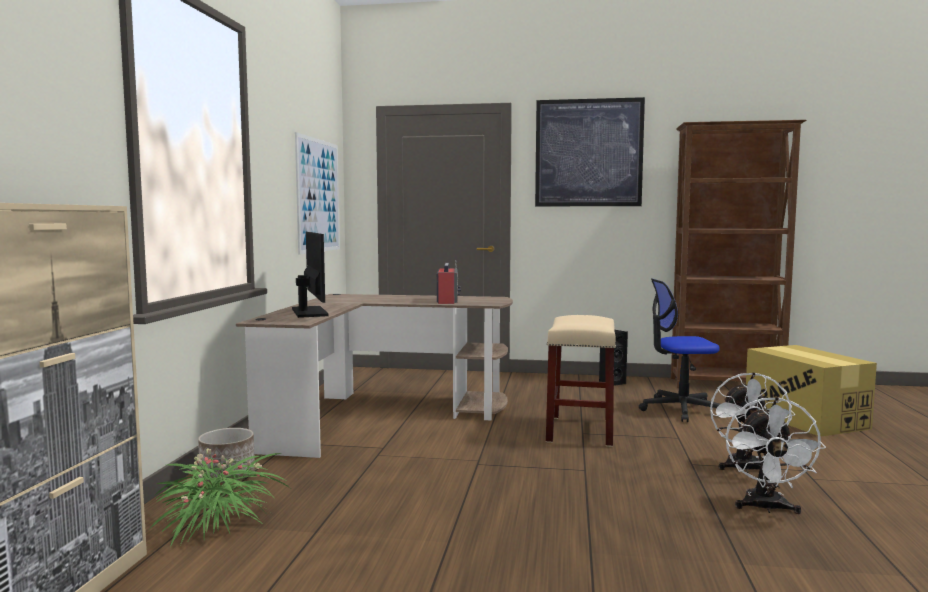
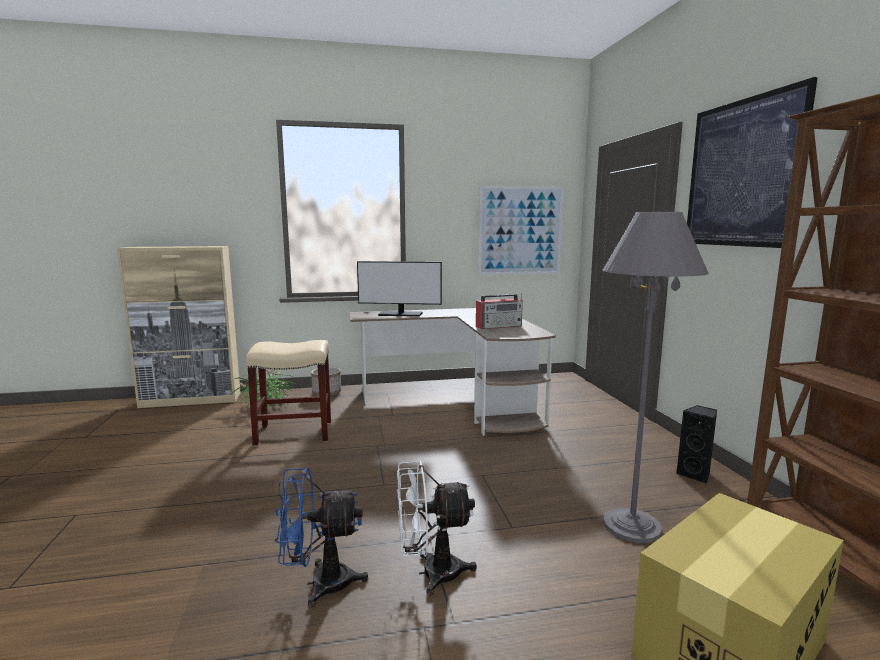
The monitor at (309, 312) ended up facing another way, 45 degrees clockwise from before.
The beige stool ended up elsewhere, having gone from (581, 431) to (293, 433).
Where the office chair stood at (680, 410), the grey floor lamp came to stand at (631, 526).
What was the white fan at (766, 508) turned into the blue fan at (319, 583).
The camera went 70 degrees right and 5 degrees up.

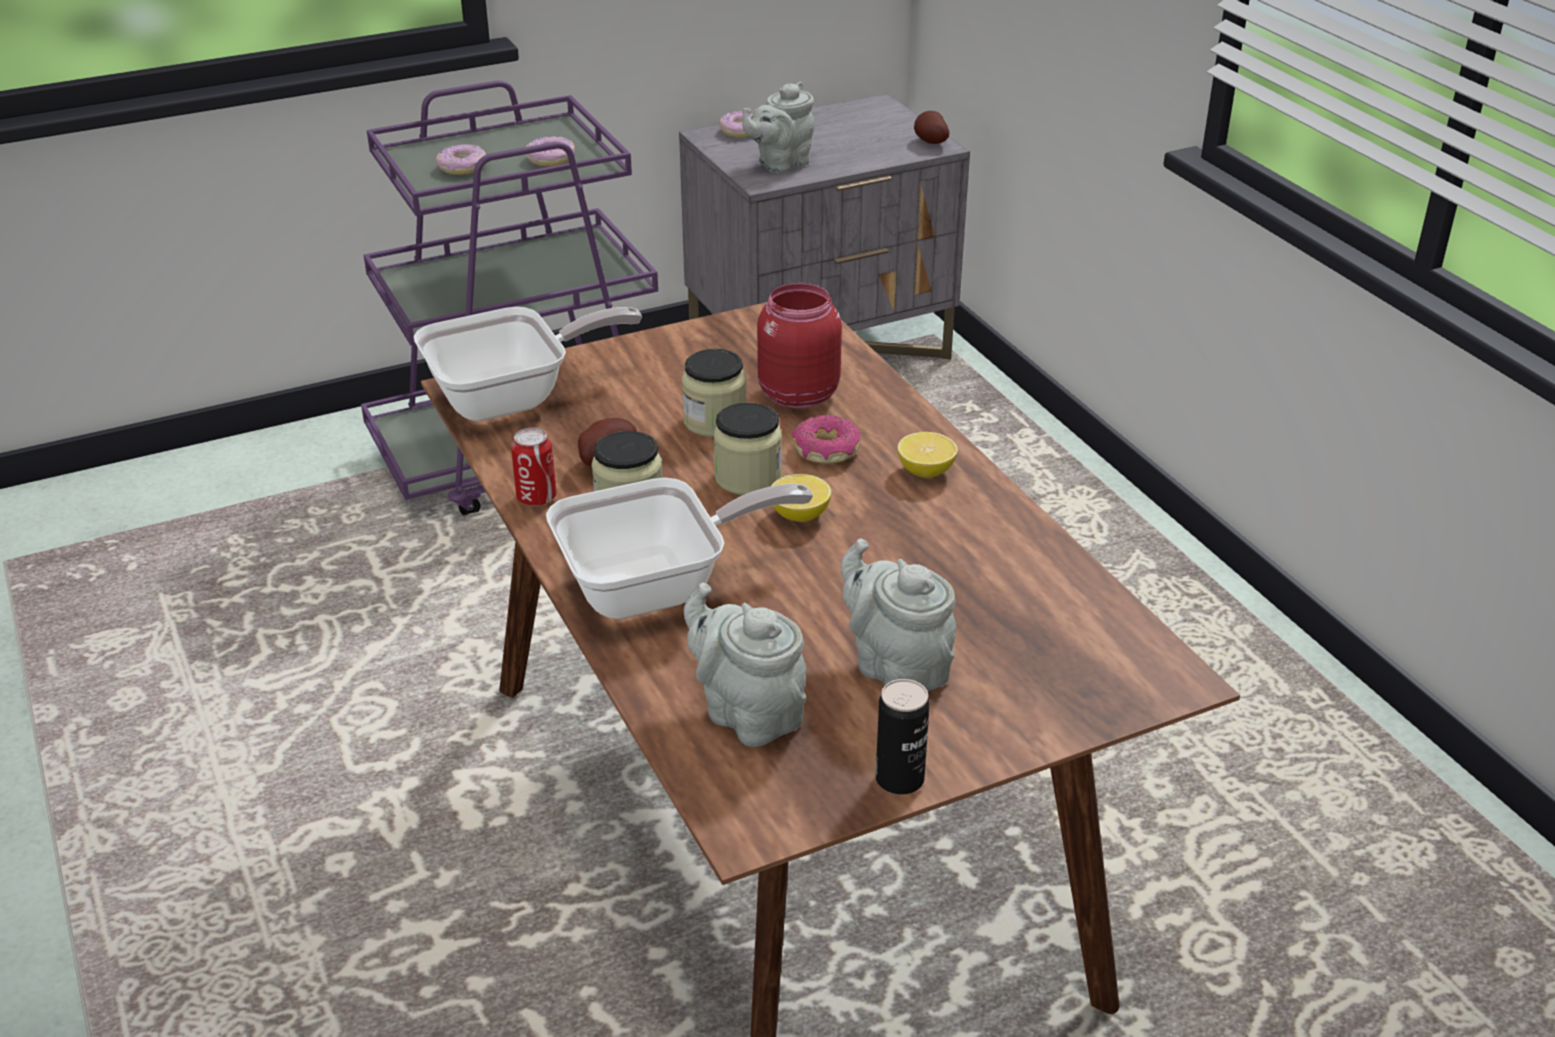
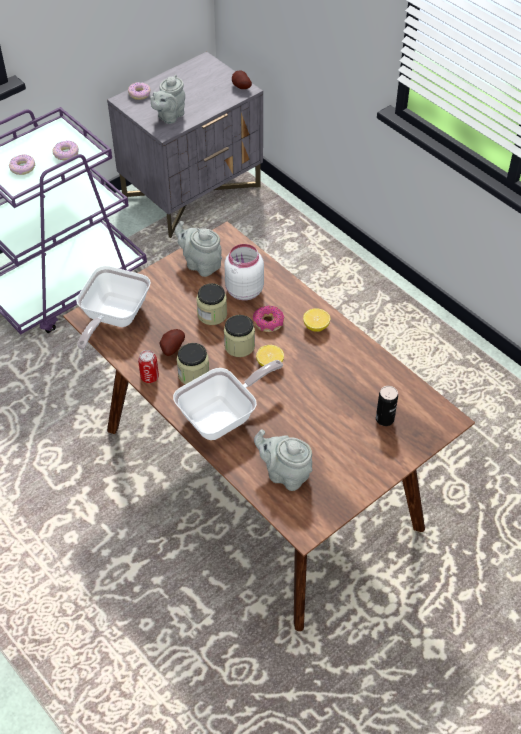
The frying pan at (513, 398) ended up facing another way, 150 degrees clockwise from before.
What was the red jar at (796, 394) turned into the white jar at (243, 290).
The grey teapot ended up elsewhere, having gone from (896, 667) to (201, 264).
The can ended up elsewhere, having gone from (899, 779) to (384, 419).
The camera went 15 degrees left and 15 degrees up.

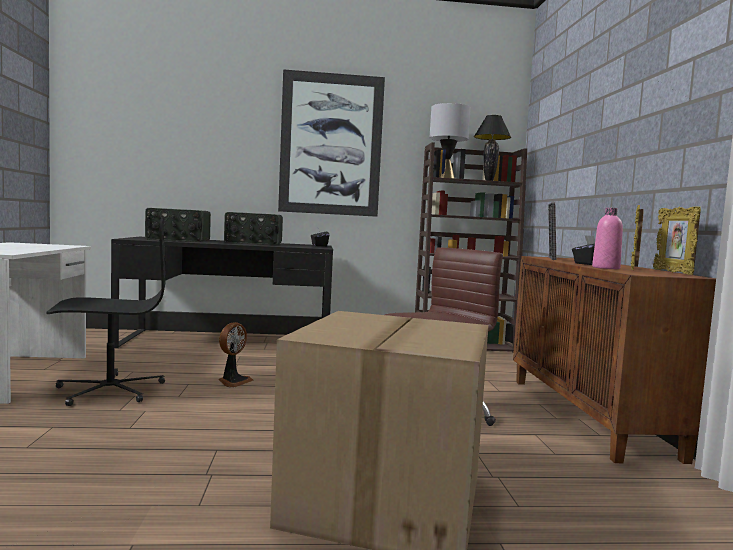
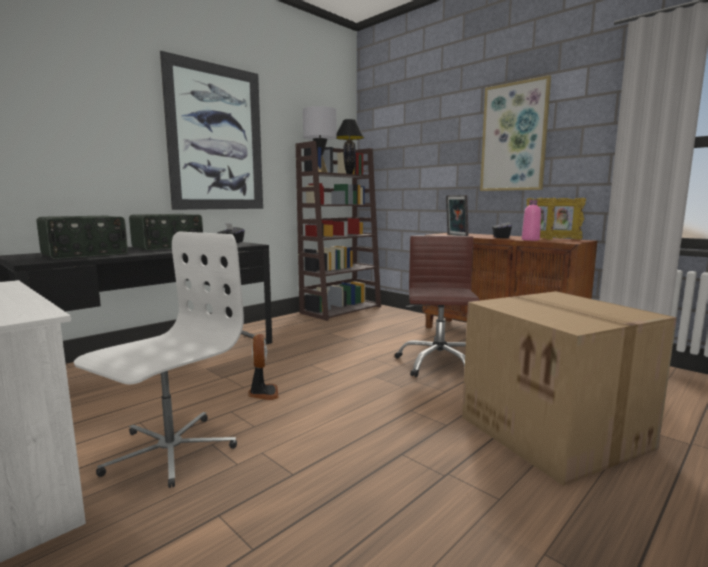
What was the black office chair at (109, 390) turned into the white office chair at (169, 450).
The second view gained the picture at (514, 137).
The camera went 40 degrees left and 5 degrees up.

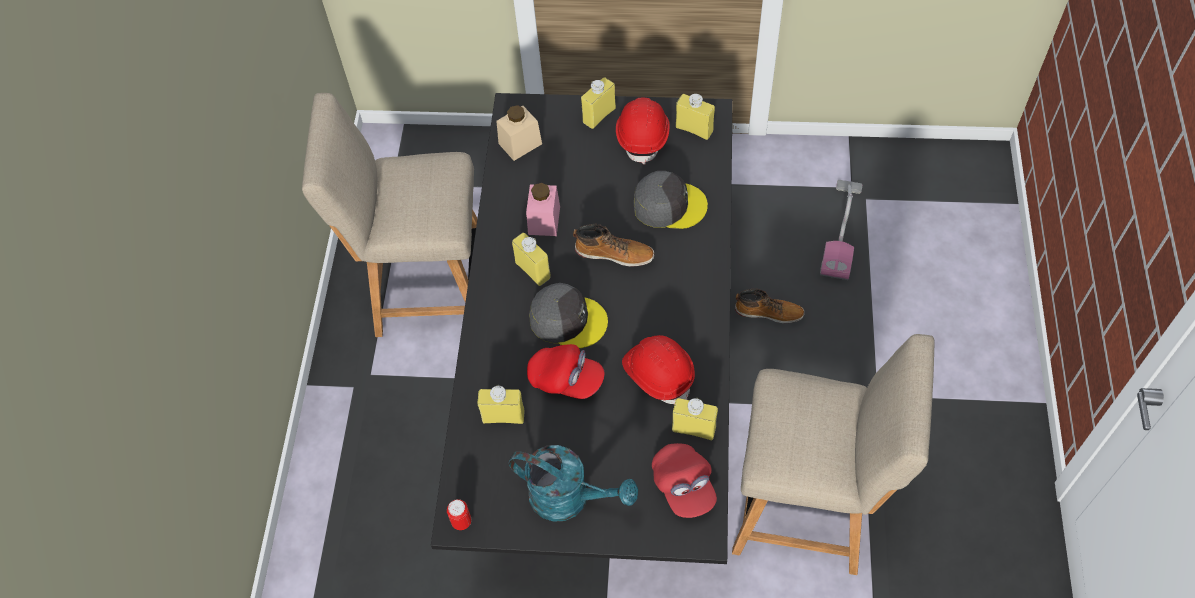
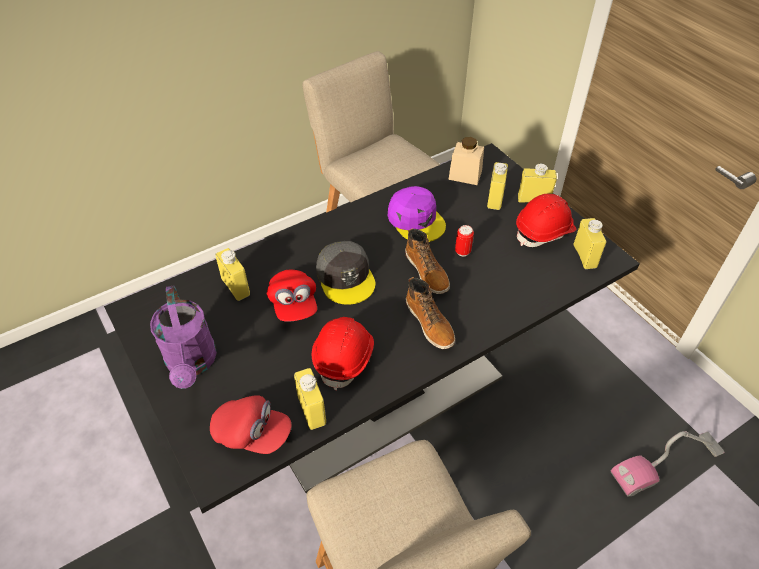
The can ended up elsewhere, having gone from (461, 522) to (462, 251).
What was the turquoise watering can at (570, 498) turned into the purple watering can at (192, 364).
The yellow bottle ended up elsewhere, having gone from (533, 270) to (495, 199).
Where the pink jar stood at (544, 220), the purple cap came to stand at (416, 220).
The second view lost the grey cap at (668, 205).
The red cap at (683, 486) ended up facing another way, 105 degrees counterclockwise from before.
The boot ended up elsewhere, having gone from (769, 312) to (430, 323).
The camera went 50 degrees right and 10 degrees down.

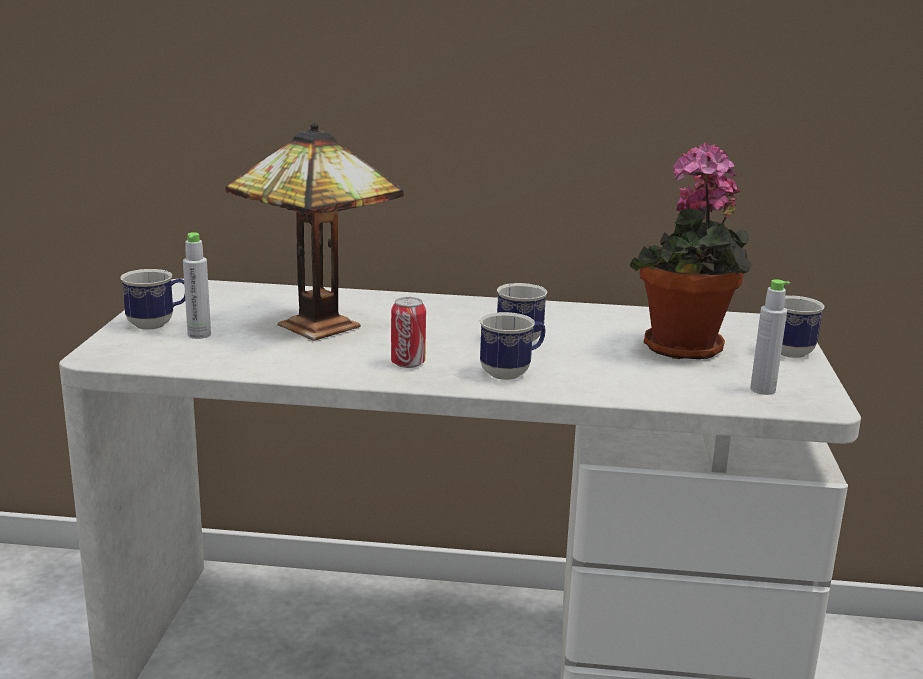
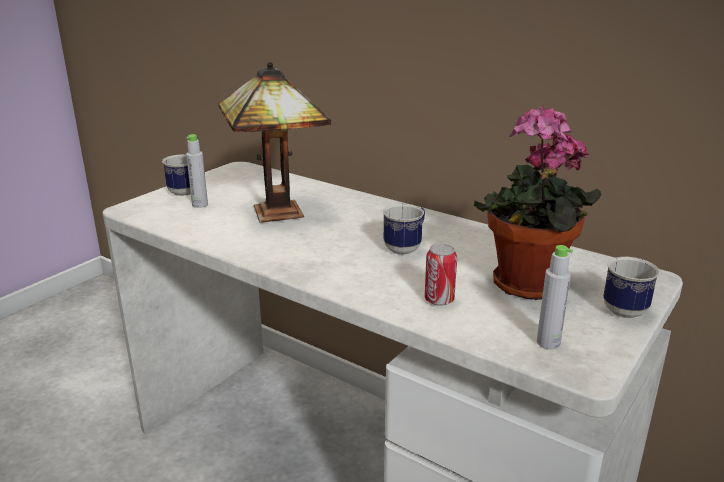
The can ended up elsewhere, having gone from (408, 363) to (439, 300).
The second view lost the mug at (512, 372).
The camera went 30 degrees right and 5 degrees up.

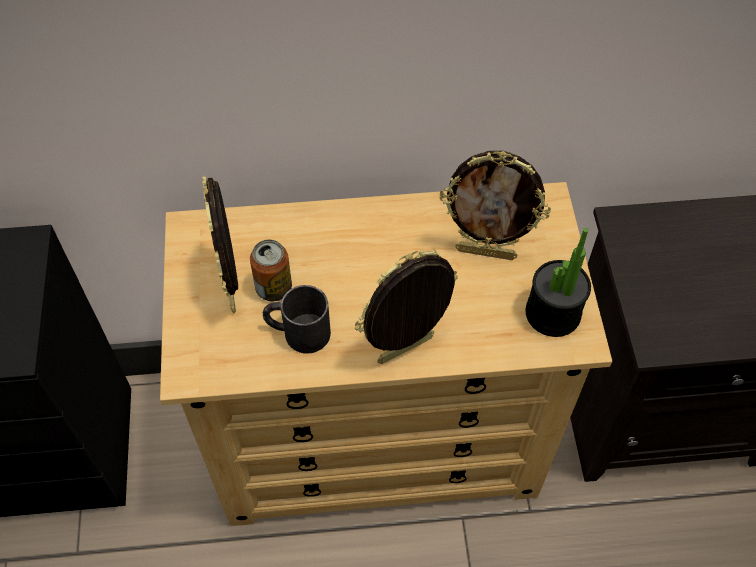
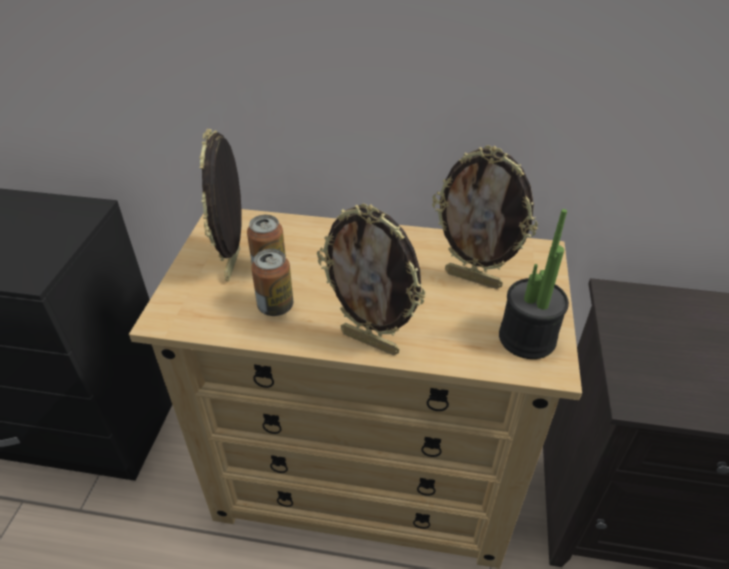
Where the black mug stood at (297, 332), the can came to stand at (275, 306).
The picture frame at (406, 352) ended up facing another way, 135 degrees counterclockwise from before.
The camera went 15 degrees right and 15 degrees down.

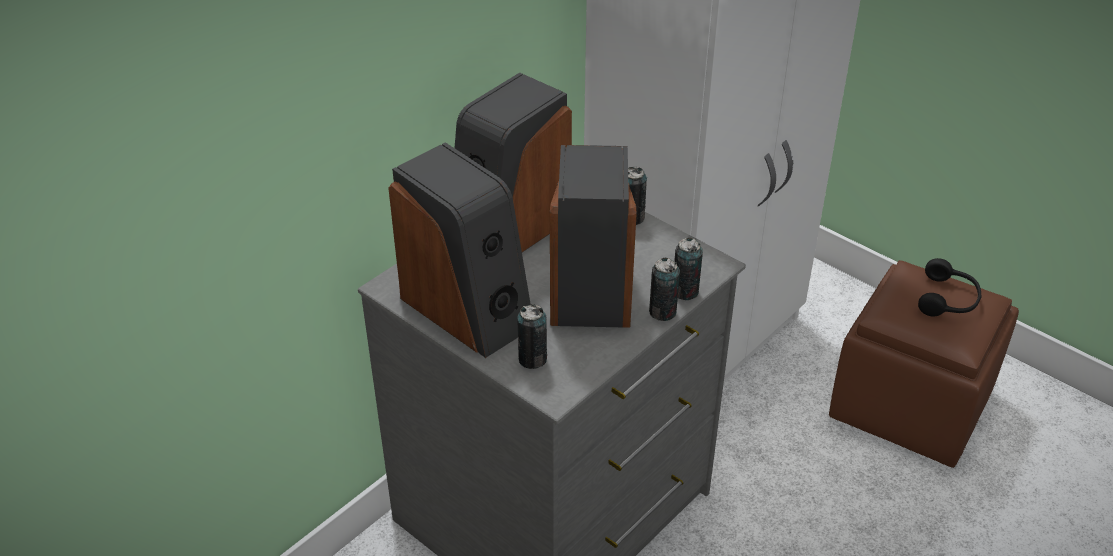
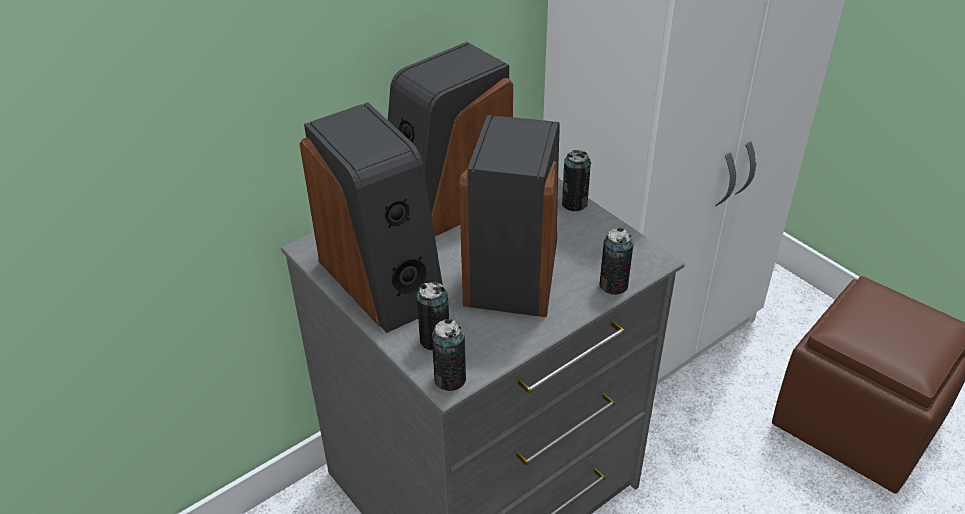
The can ended up elsewhere, having gone from (662, 312) to (450, 379).
The second view lost the black headphones at (948, 300).
The camera went 10 degrees right and 0 degrees up.

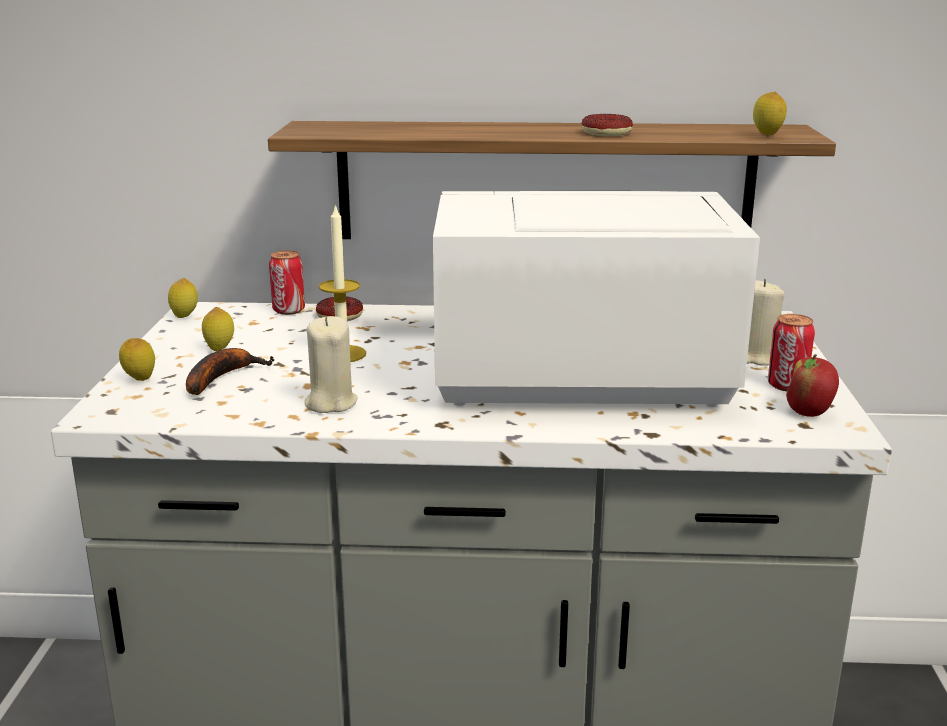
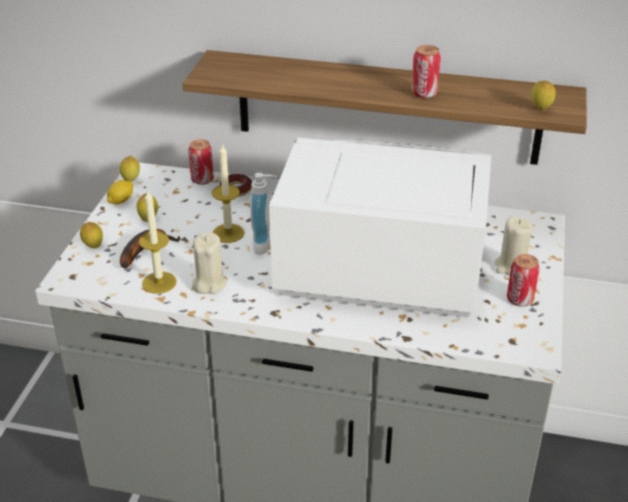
Where the donut stood at (606, 133), the can came to stand at (424, 93).
The second view lost the apple at (809, 412).
The second view gained the lemon at (121, 200).
The second view gained the candle at (159, 282).
The second view gained the soap dispenser at (265, 245).
The camera went 10 degrees right and 15 degrees up.

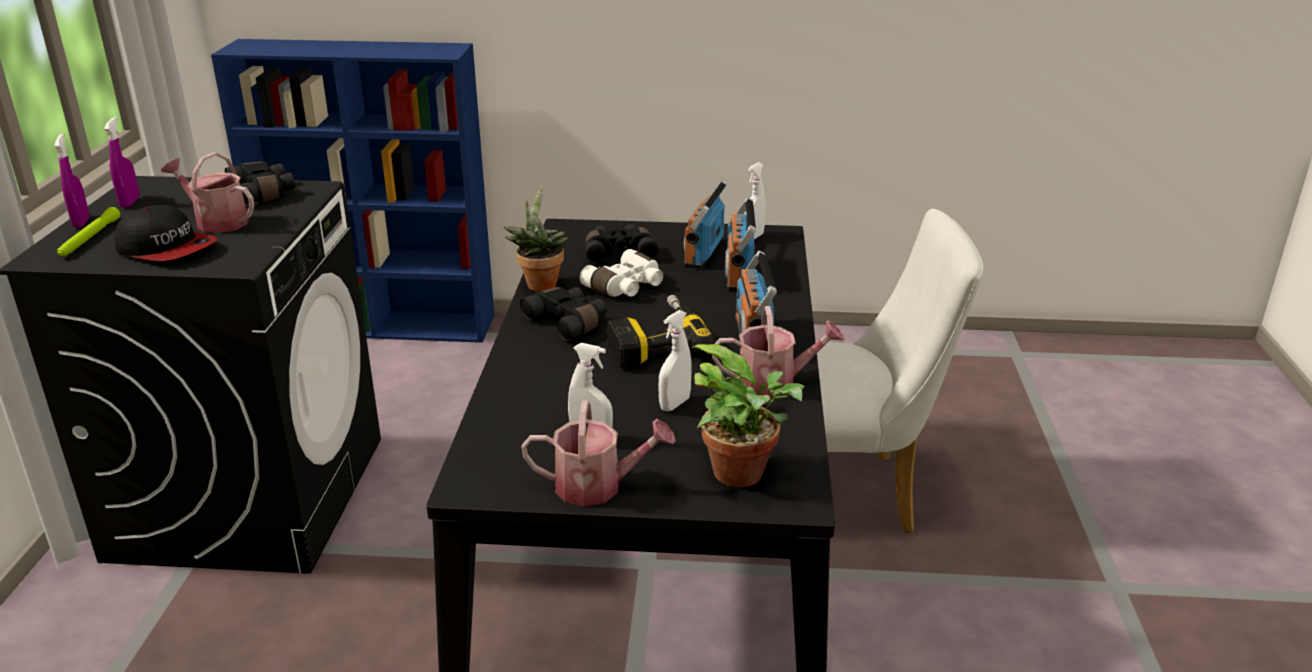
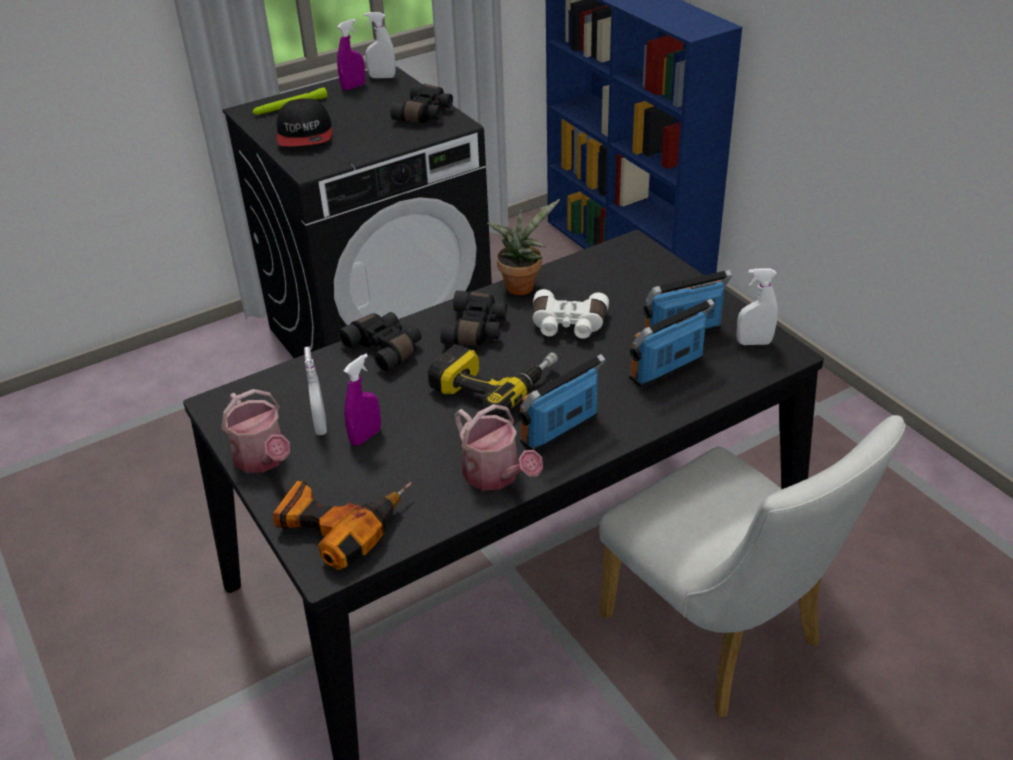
The purple spray bottle ended up elsewhere, having gone from (81, 222) to (365, 436).
The second view lost the watering can at (216, 222).
The black binoculars ended up elsewhere, having gone from (619, 252) to (386, 348).
The white spray bottle ended up elsewhere, having gone from (674, 404) to (382, 77).
Where the potted plant stood at (745, 475), the power drill came to stand at (340, 523).
The camera went 55 degrees right and 10 degrees up.

